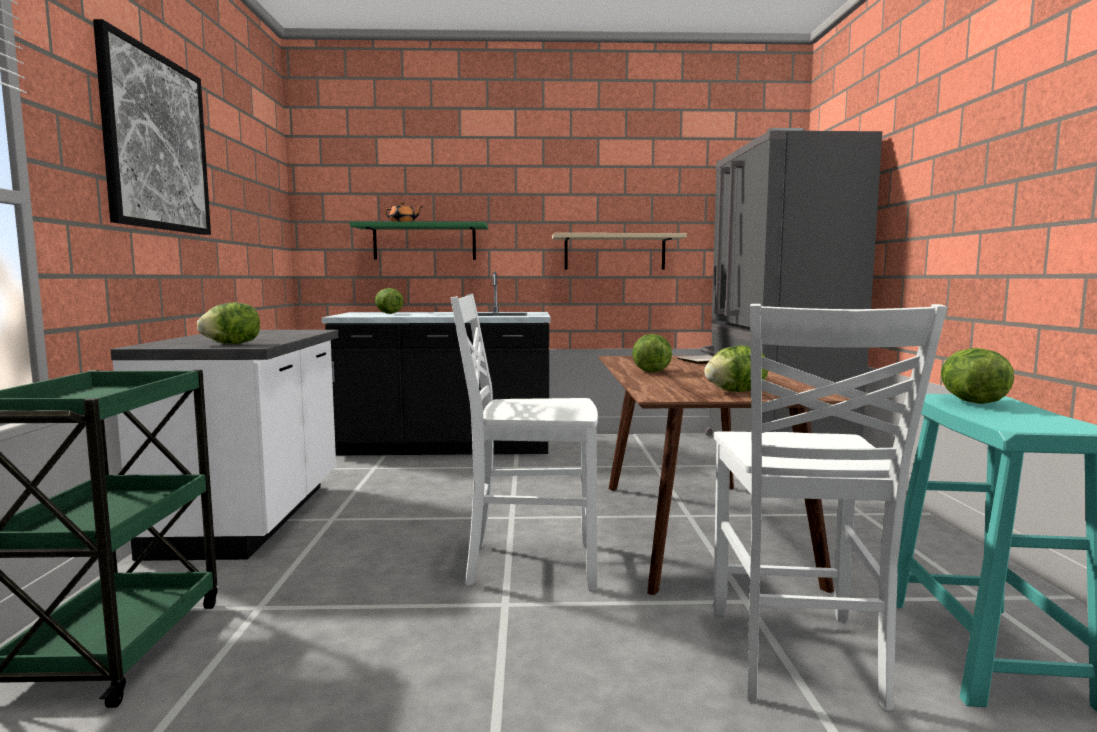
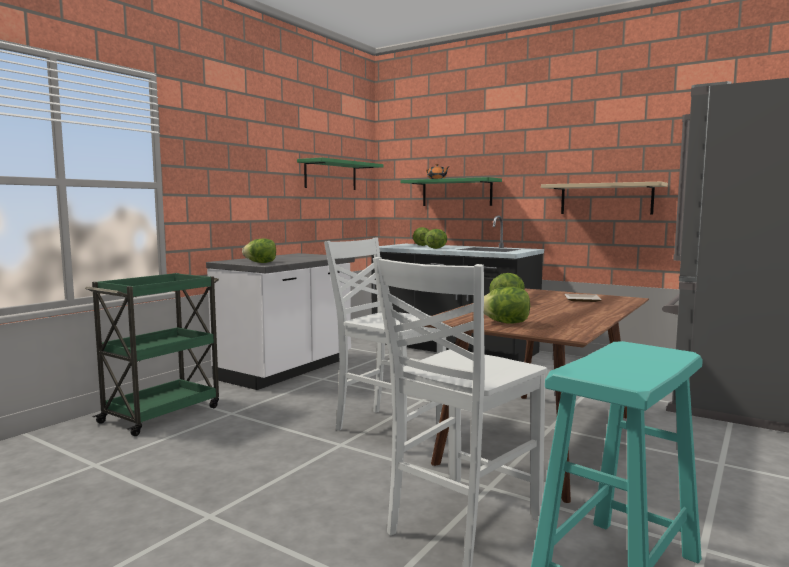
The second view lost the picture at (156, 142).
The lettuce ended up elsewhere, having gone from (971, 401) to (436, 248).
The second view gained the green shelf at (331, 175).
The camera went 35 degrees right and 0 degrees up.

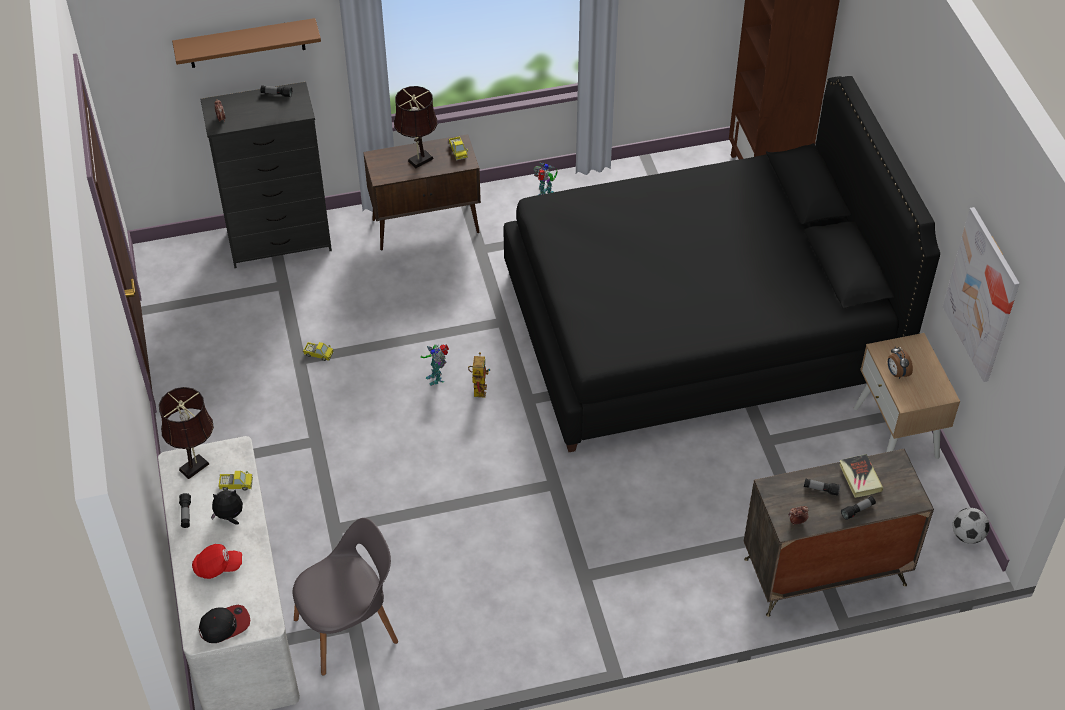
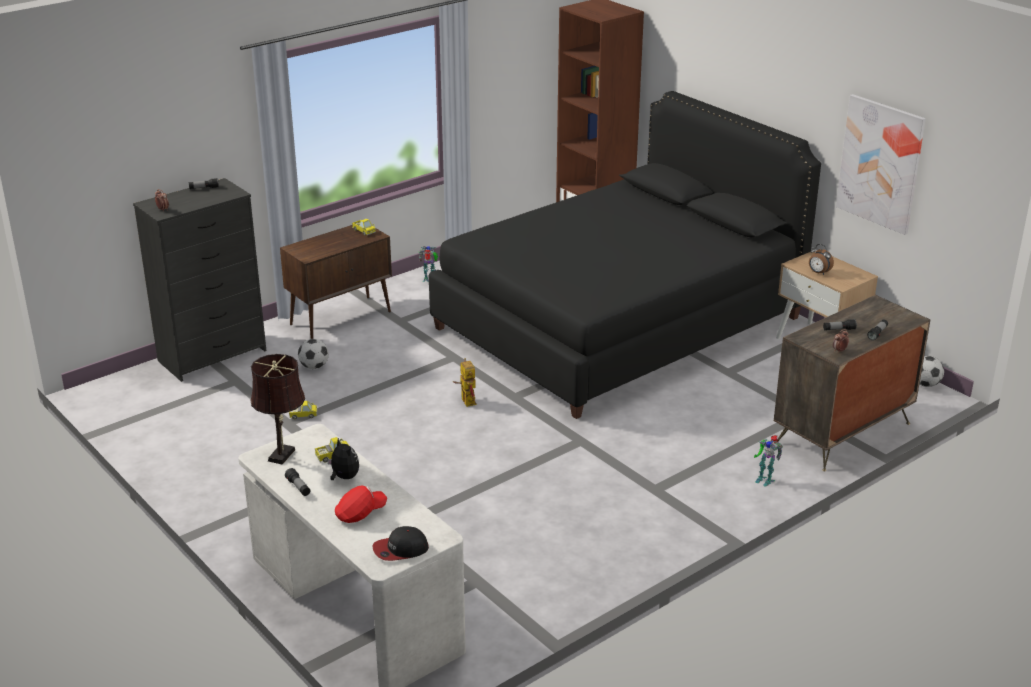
The second view lost the brown shelf at (246, 43).
The cap at (225, 625) ended up facing another way, 150 degrees counterclockwise from before.
The plush toy at (229, 516) ended up facing another way, 90 degrees clockwise from before.
The second view lost the grey chair at (349, 629).
The second view lost the brown table lamp at (418, 161).
The toy robot ended up elsewhere, having gone from (436, 377) to (764, 479).
The second view lost the book at (860, 478).
The second view gained the football at (314, 367).
The camera went 25 degrees left and 20 degrees down.

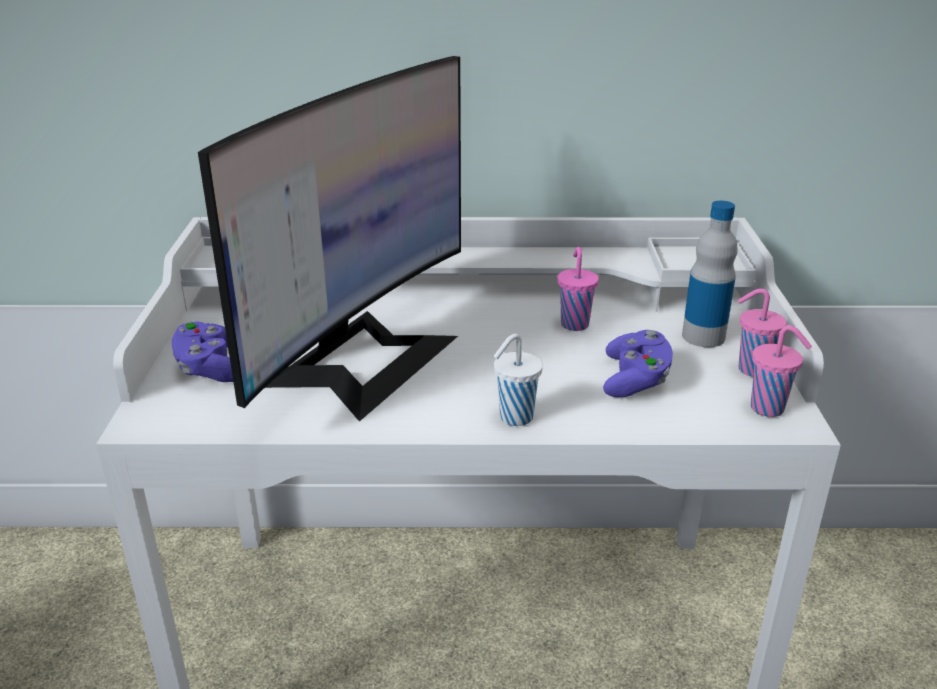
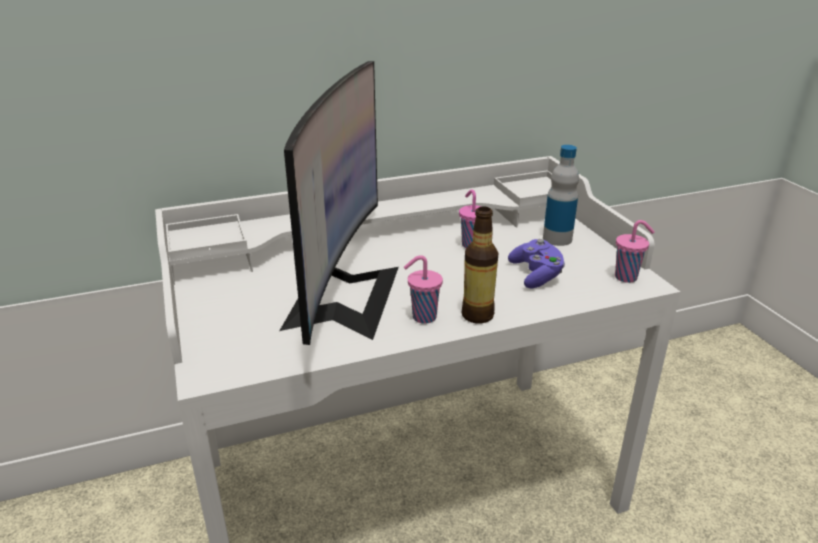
The second view lost the purple game controller at (210, 368).
Where the white cup stood at (514, 418), the bottle came to stand at (477, 315).
The pink cup ended up elsewhere, having gone from (751, 369) to (422, 317).
The camera went 20 degrees left and 0 degrees up.

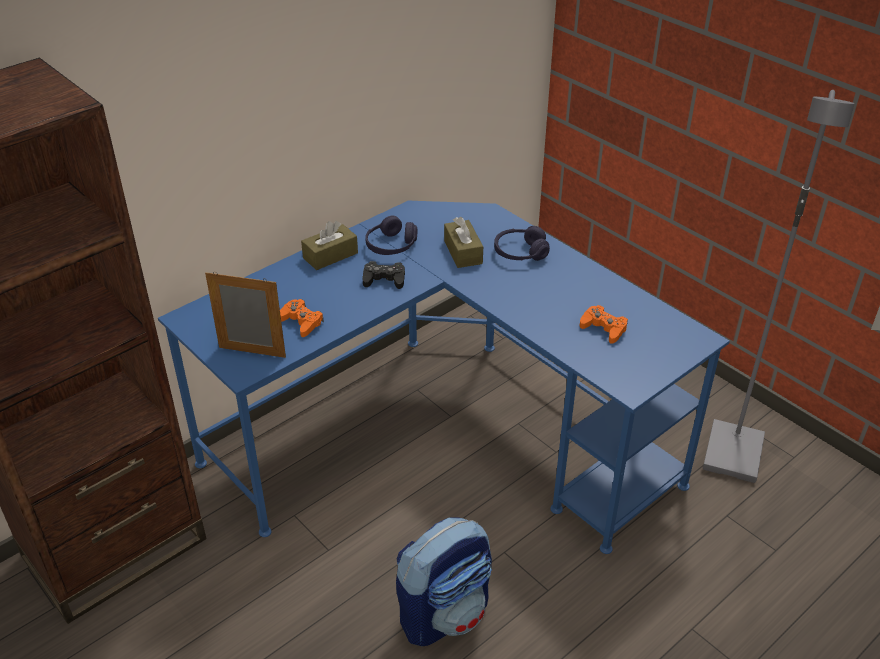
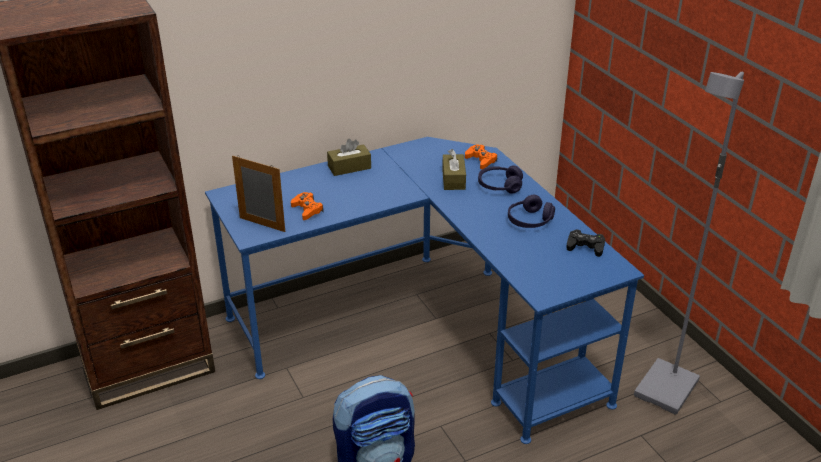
The black game controller ended up elsewhere, having gone from (384, 279) to (585, 247).
The purple headphones ended up elsewhere, having gone from (391, 246) to (529, 220).
The orange game controller ended up elsewhere, having gone from (603, 328) to (481, 160).
The camera went 15 degrees right and 5 degrees down.

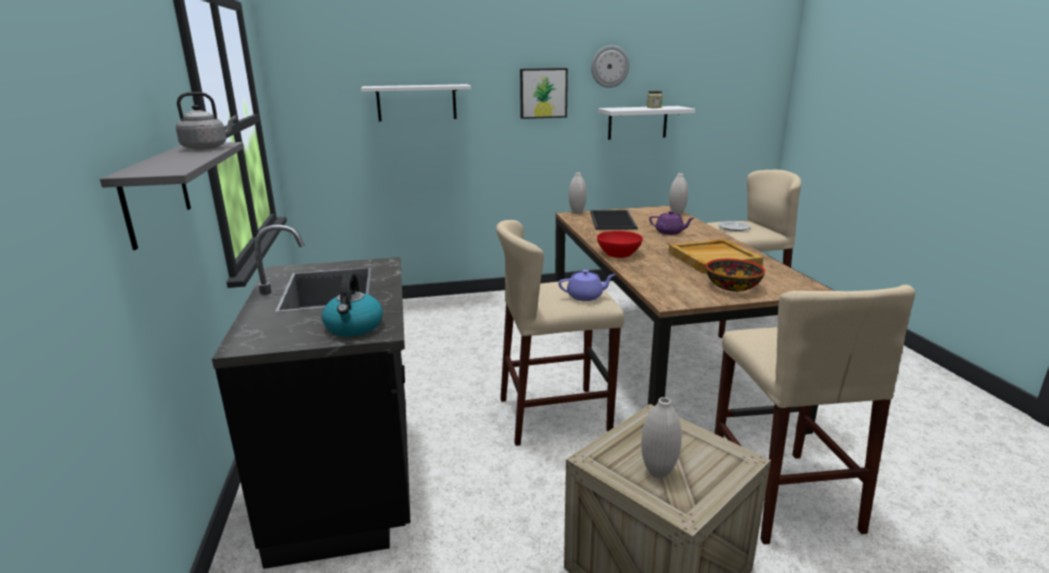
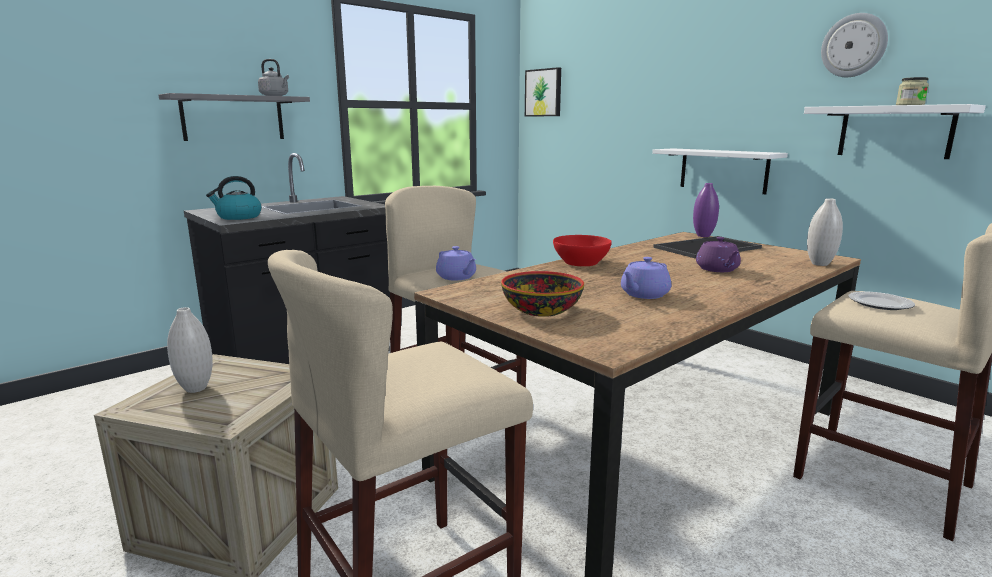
The white shelf ended up elsewhere, having gone from (416, 102) to (723, 170).
The picture ended up elsewhere, having gone from (543, 93) to (544, 93).
What was the white vase at (577, 212) turned into the purple vase at (703, 236).
Where the beige tray stood at (713, 259), the purple teapot came to stand at (643, 295).
The camera went 60 degrees right and 5 degrees down.

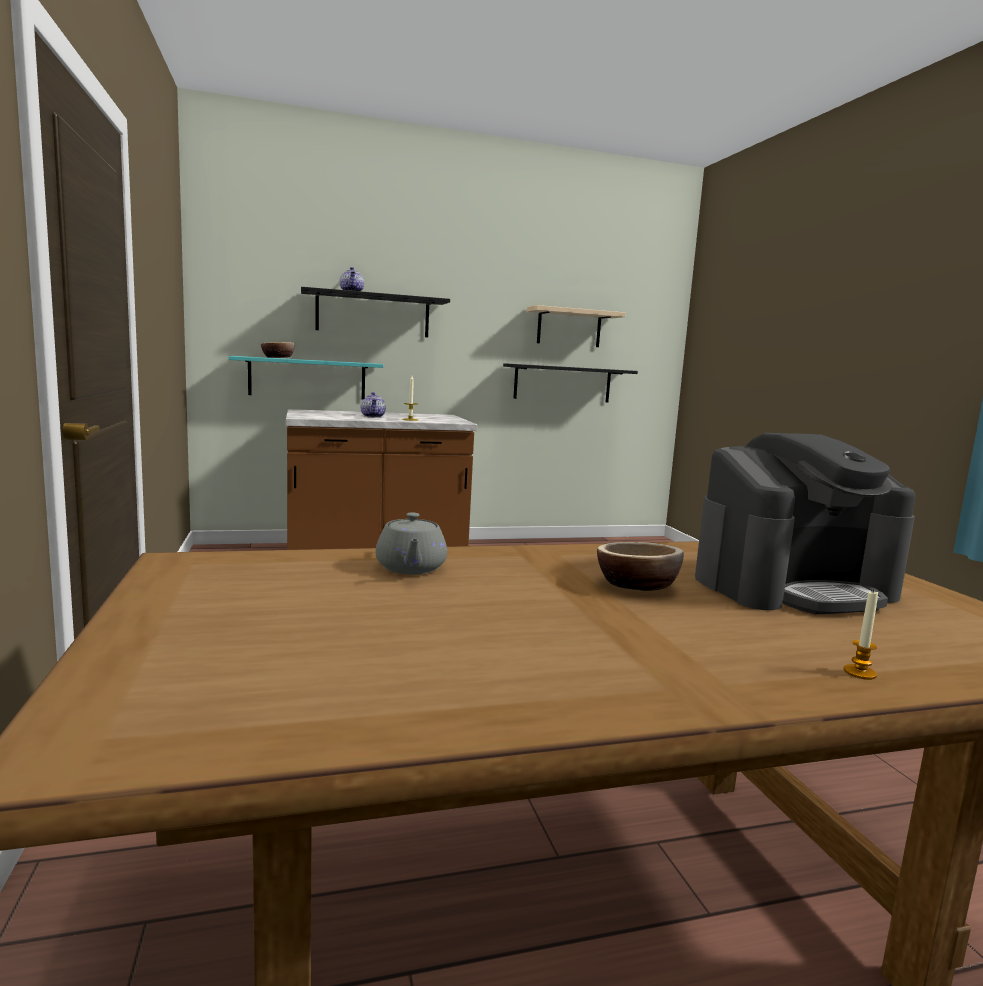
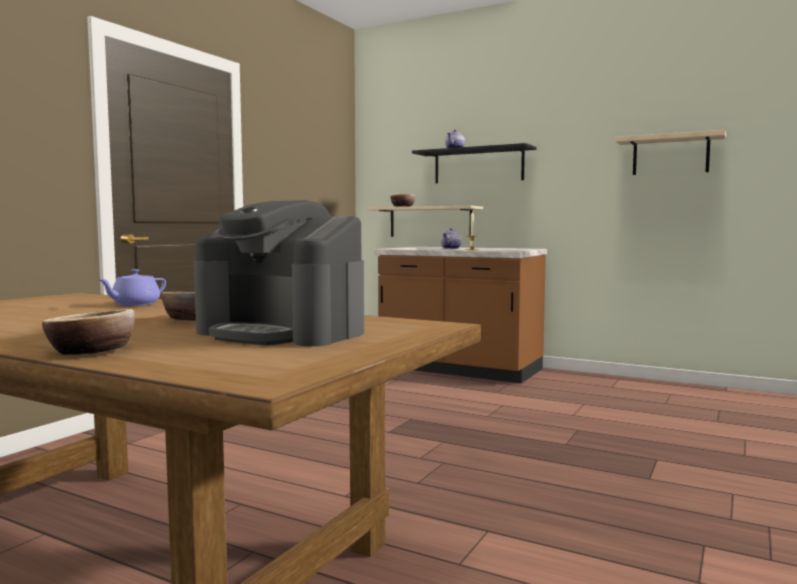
What was the turquoise shelf at (307, 378) turned into the beige shelf at (430, 222).
What was the grey teapot at (411, 568) turned into the purple teapot at (134, 304).
The second view lost the black shelf at (562, 383).
Where the candle stood at (859, 673), the bowl came to stand at (92, 352).
The camera went 45 degrees right and 5 degrees down.

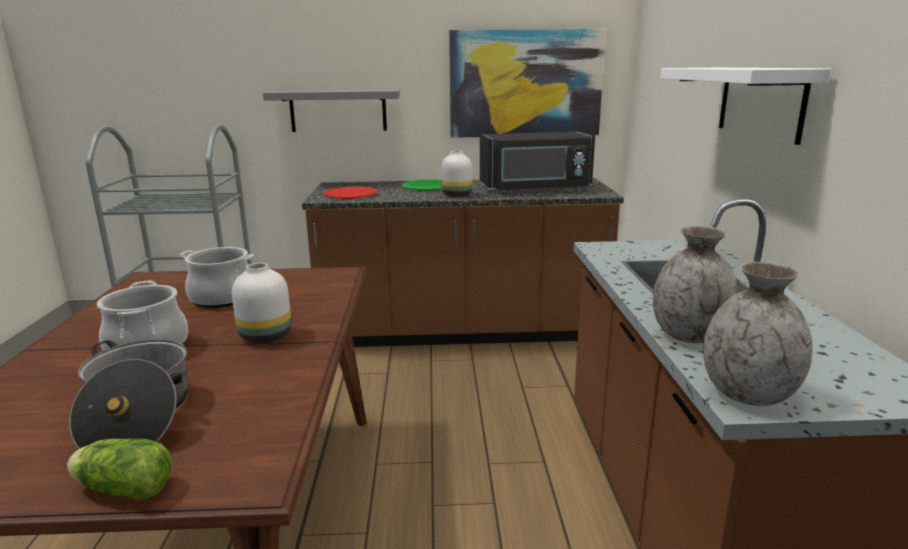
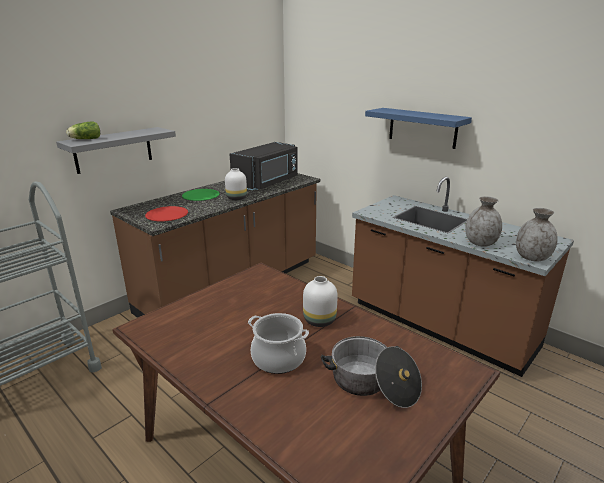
The lettuce ended up elsewhere, having gone from (122, 488) to (85, 139).
The second view lost the cooking pot at (223, 298).
The second view lost the picture at (525, 84).
What was the white shelf at (760, 102) turned into the blue shelf at (422, 128).
The camera went 45 degrees left and 5 degrees up.

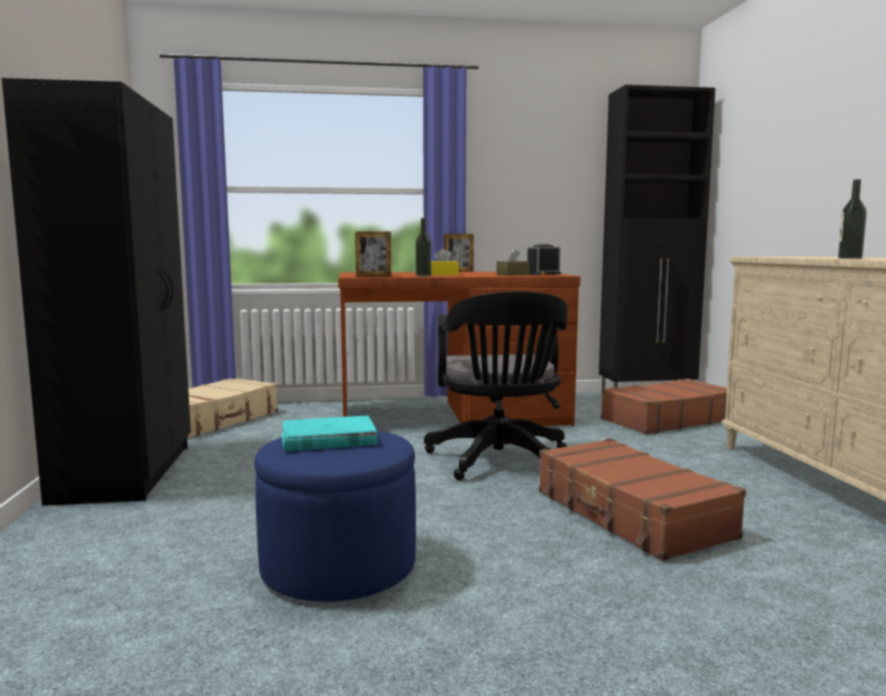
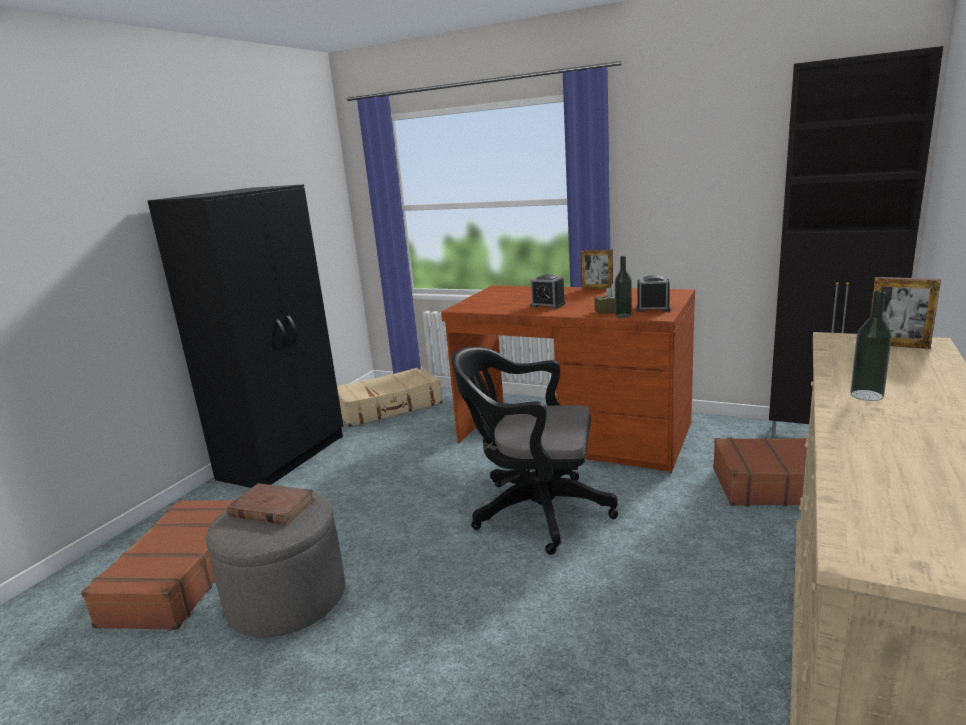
What was the blue ottoman at (338, 567) turned into the grey ottoman at (287, 599).
What was the turquoise book at (328, 439) turned into the brown book at (272, 508).
The picture frame ended up elsewhere, having gone from (373, 276) to (897, 345).
The bottle ended up elsewhere, having gone from (423, 276) to (623, 315).
The black office chair at (499, 462) ended up facing another way, 75 degrees clockwise from before.
Where the yellow tissue box stood at (442, 274), the alarm clock came to stand at (548, 305).
The brown suitcase ended up elsewhere, having gone from (630, 515) to (181, 575).
The camera went 35 degrees right and 10 degrees up.

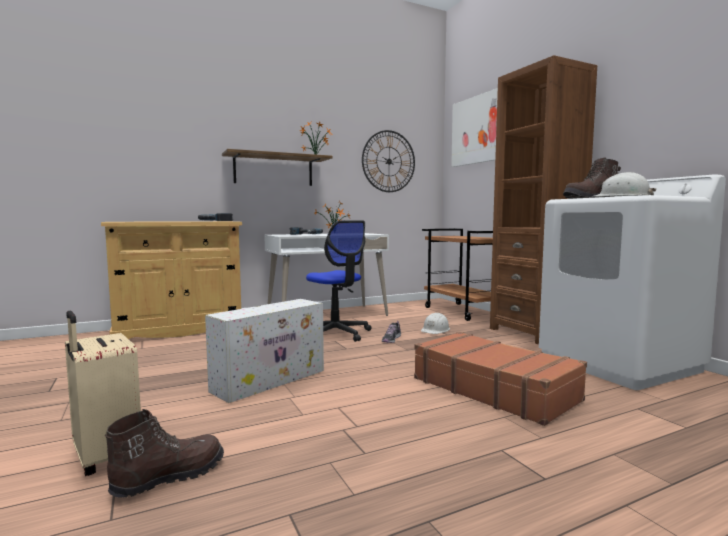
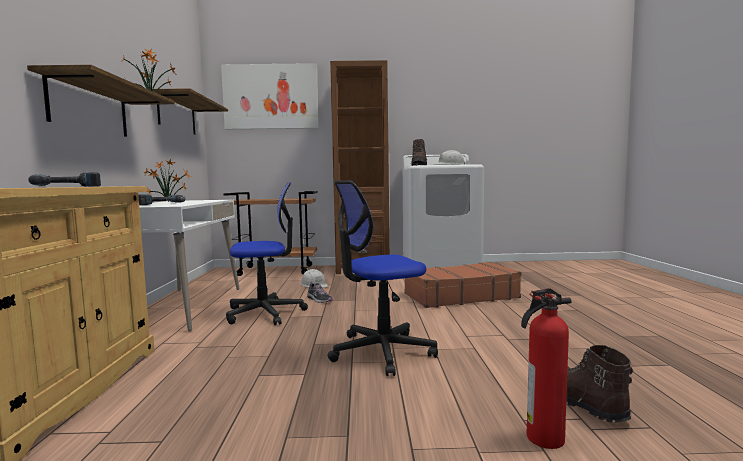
Where the beige suitcase stood at (104, 458), the fire extinguisher came to stand at (542, 438).
Where the white storage box stood at (271, 380), the office chair came to stand at (381, 352).
Where the wall clock hung at (389, 161), the shelf came to hang at (177, 115).
The camera went 65 degrees left and 0 degrees up.

